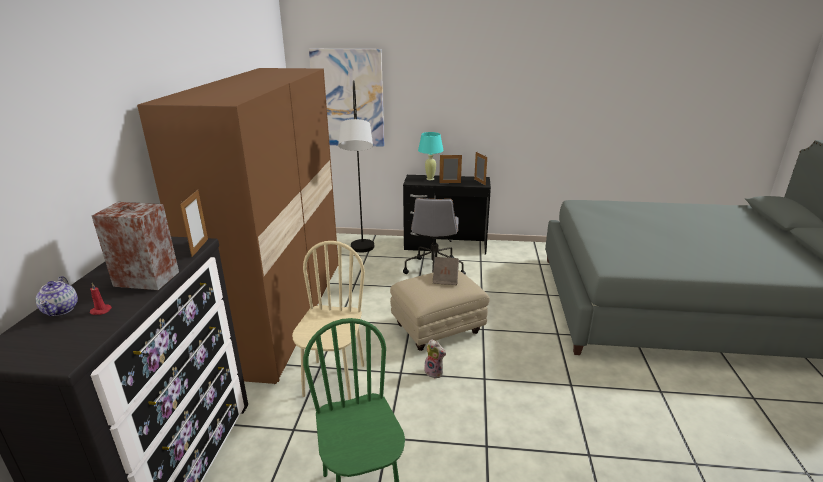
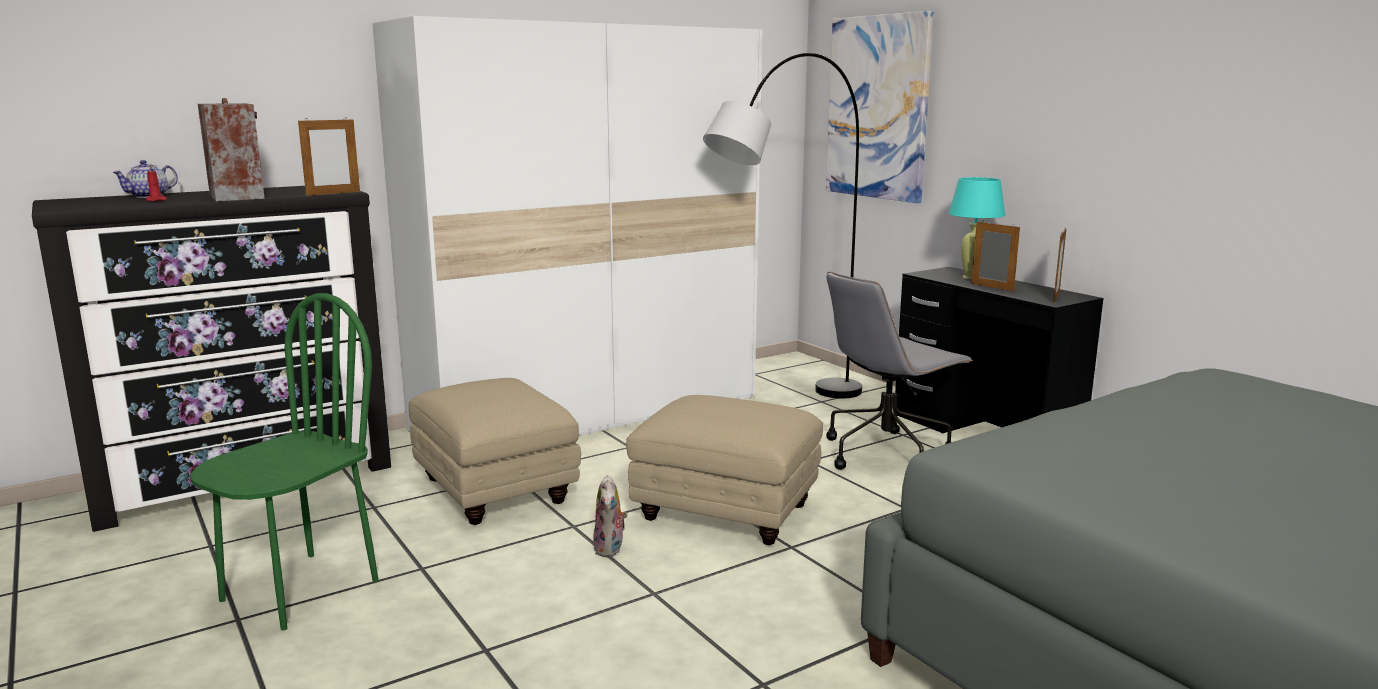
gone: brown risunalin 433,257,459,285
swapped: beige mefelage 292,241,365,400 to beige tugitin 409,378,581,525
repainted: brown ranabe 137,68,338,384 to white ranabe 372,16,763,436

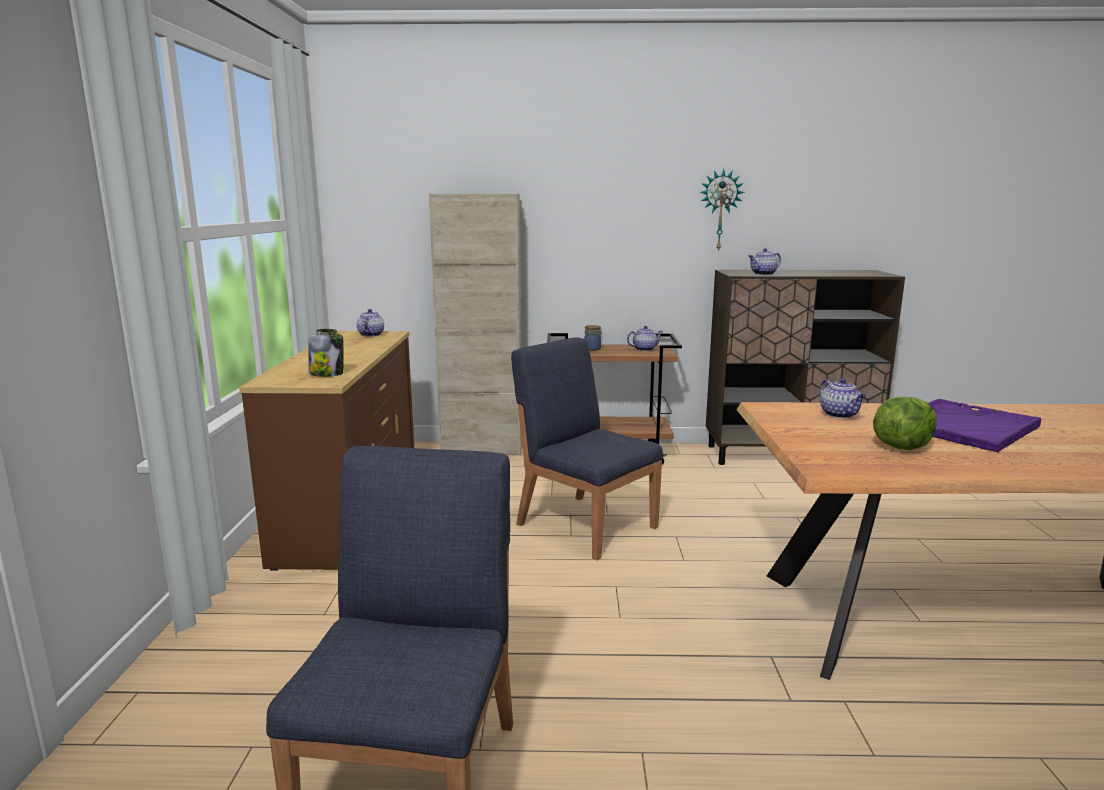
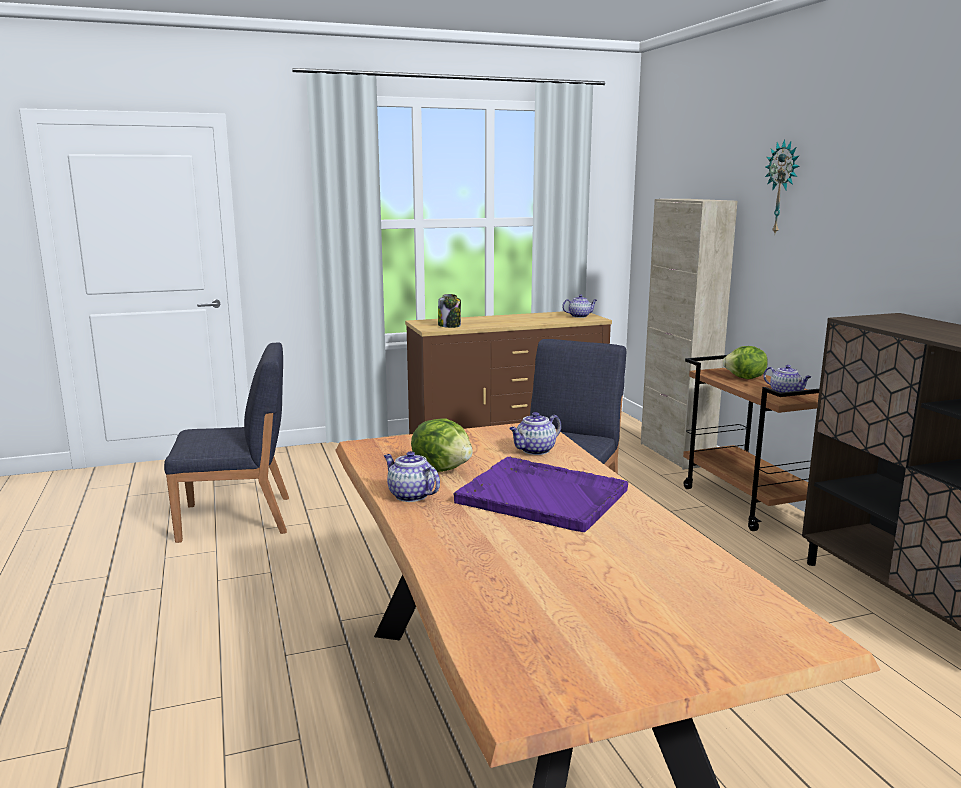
shifted: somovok 749,248,781,275 to 384,451,440,502; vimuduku 700,169,745,252 to 765,139,800,233
swapped: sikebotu 584,325,603,351 to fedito 723,346,768,379

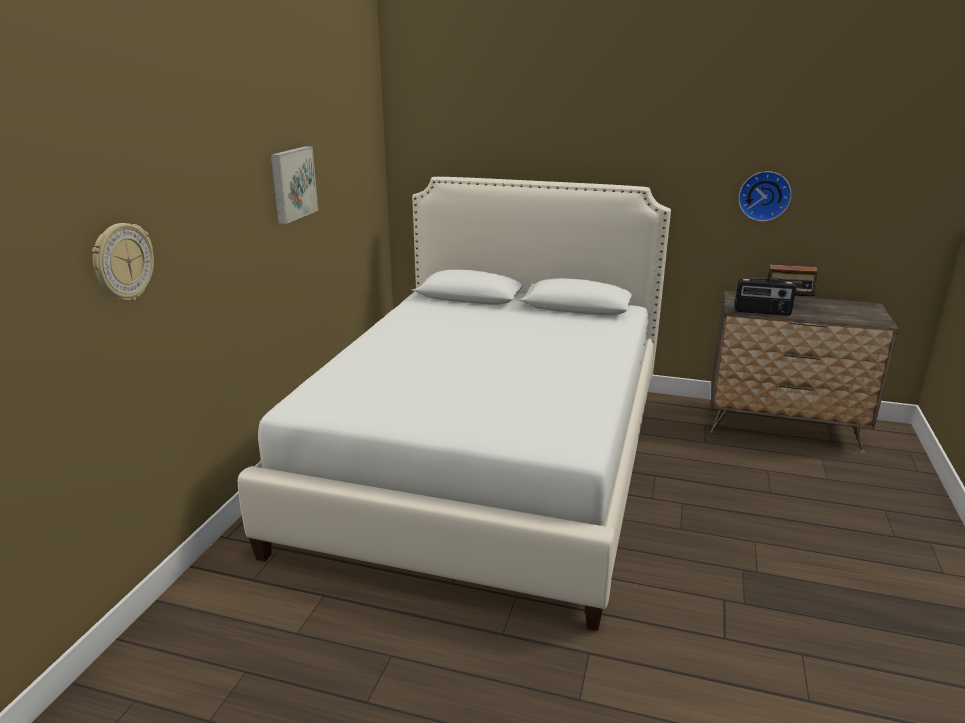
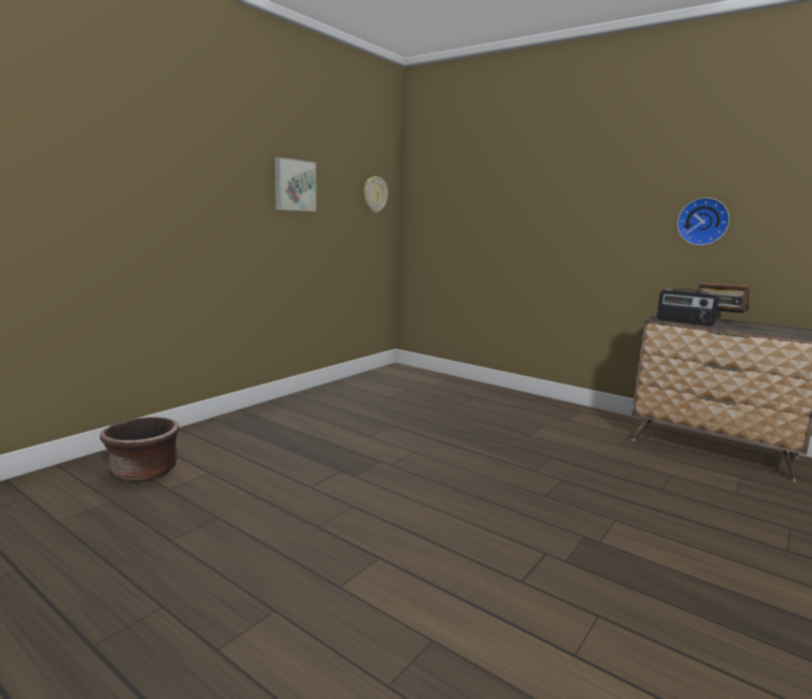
gone: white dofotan 238,177,671,631
new: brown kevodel 100,417,179,481
shifted: vimuduku 92,223,154,301 to 364,176,388,213

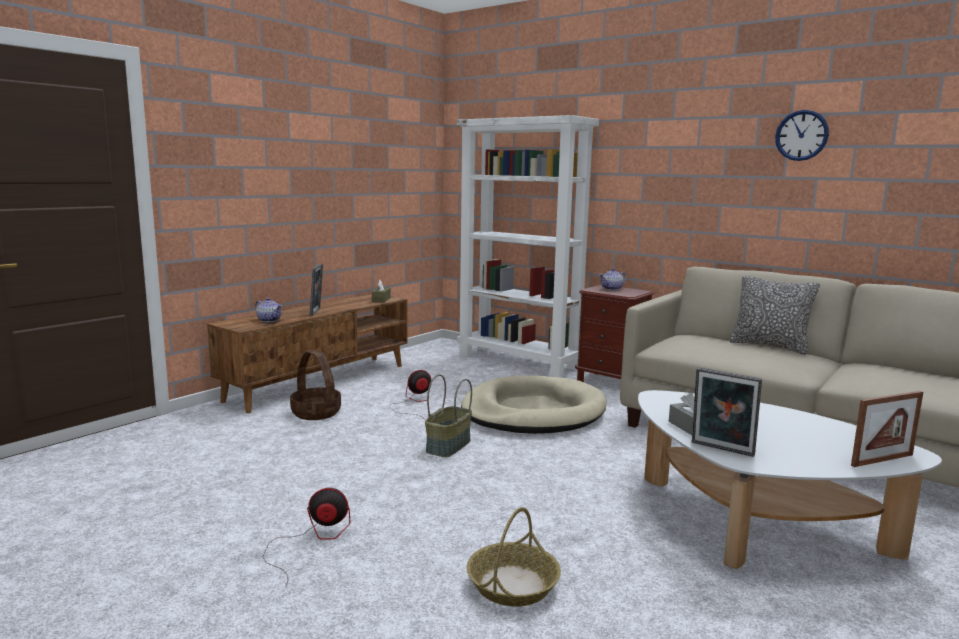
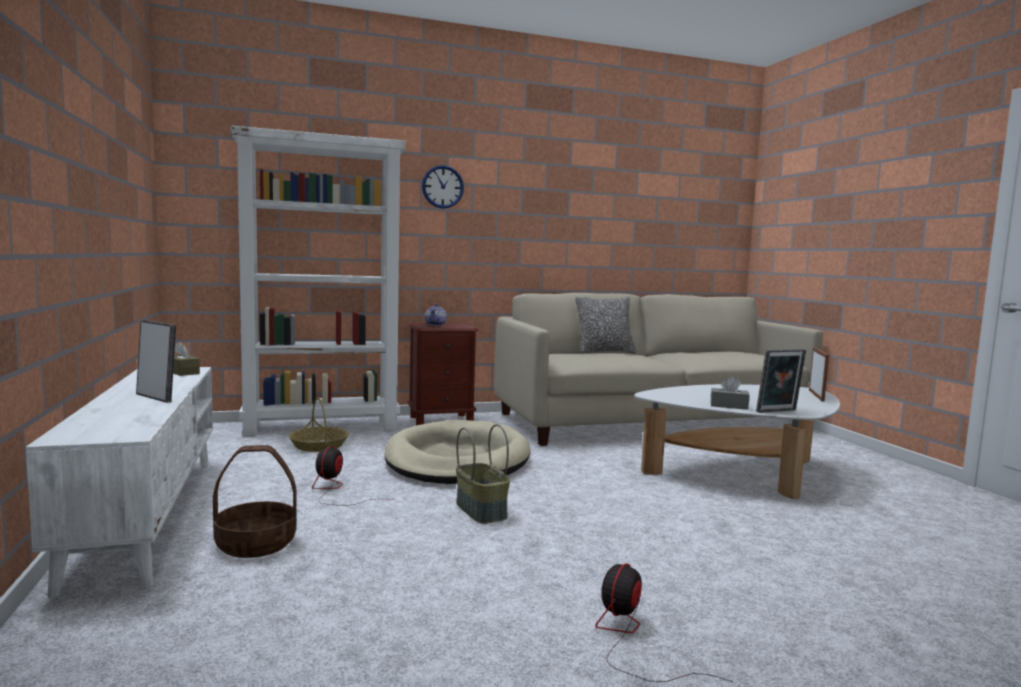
gone: somovok 255,298,282,322
shifted: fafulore 467,507,561,607 to 289,397,349,452; vimuduku 775,110,829,161 to 422,165,464,209
repainted: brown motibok 207,294,408,413 to white motibok 26,367,213,598

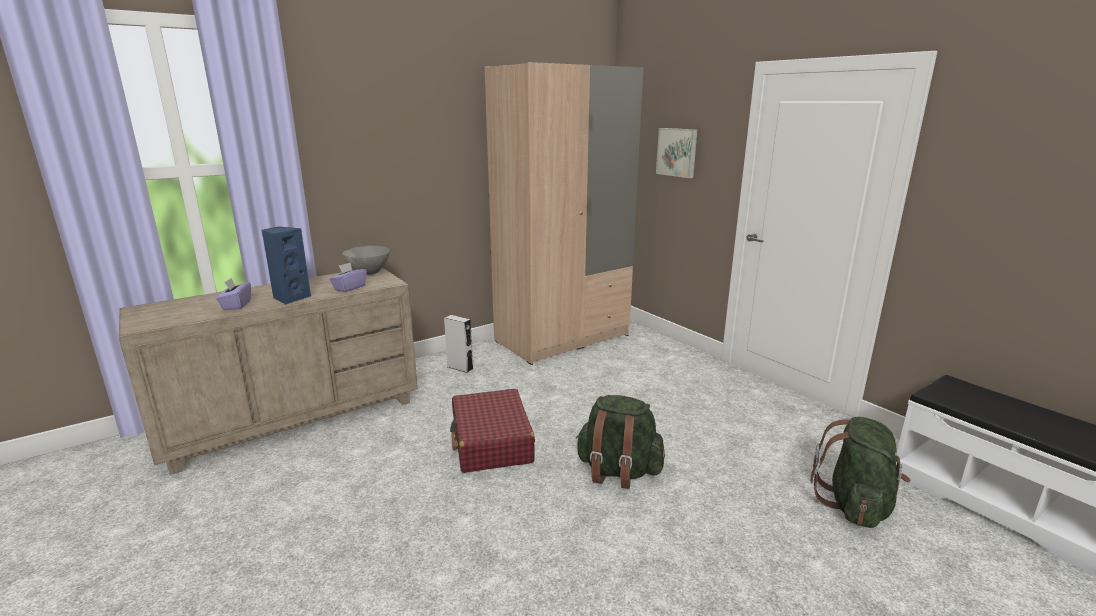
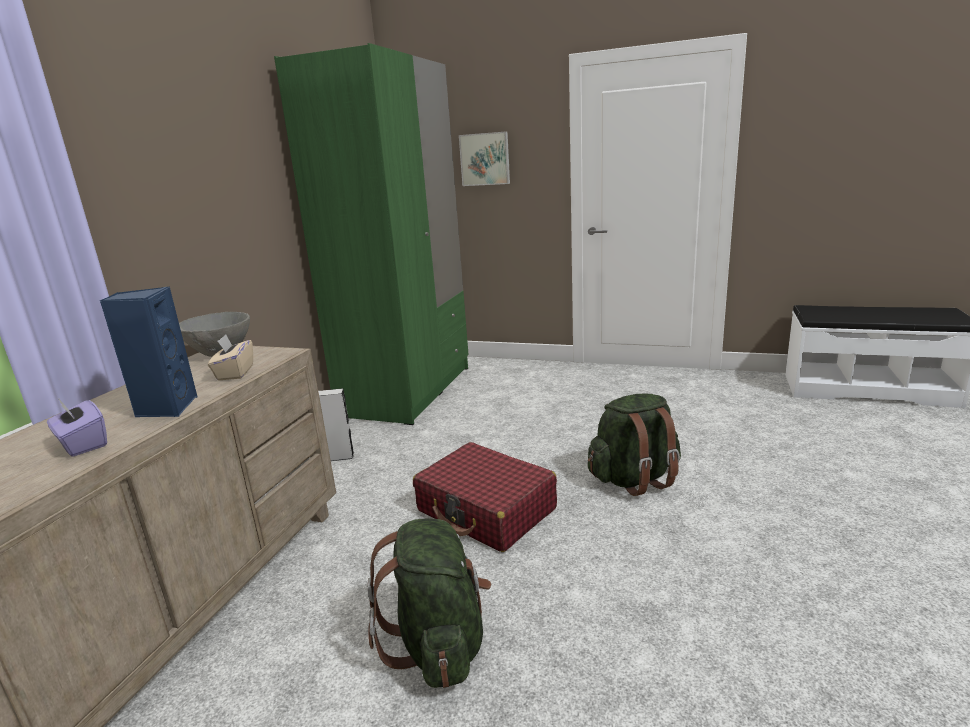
shifted: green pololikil 811,417,911,528 to 367,518,491,688
repainted: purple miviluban 329,263,367,292 to beige miviluban 208,334,253,380; beige ranabe 484,62,643,365 to green ranabe 274,43,469,425

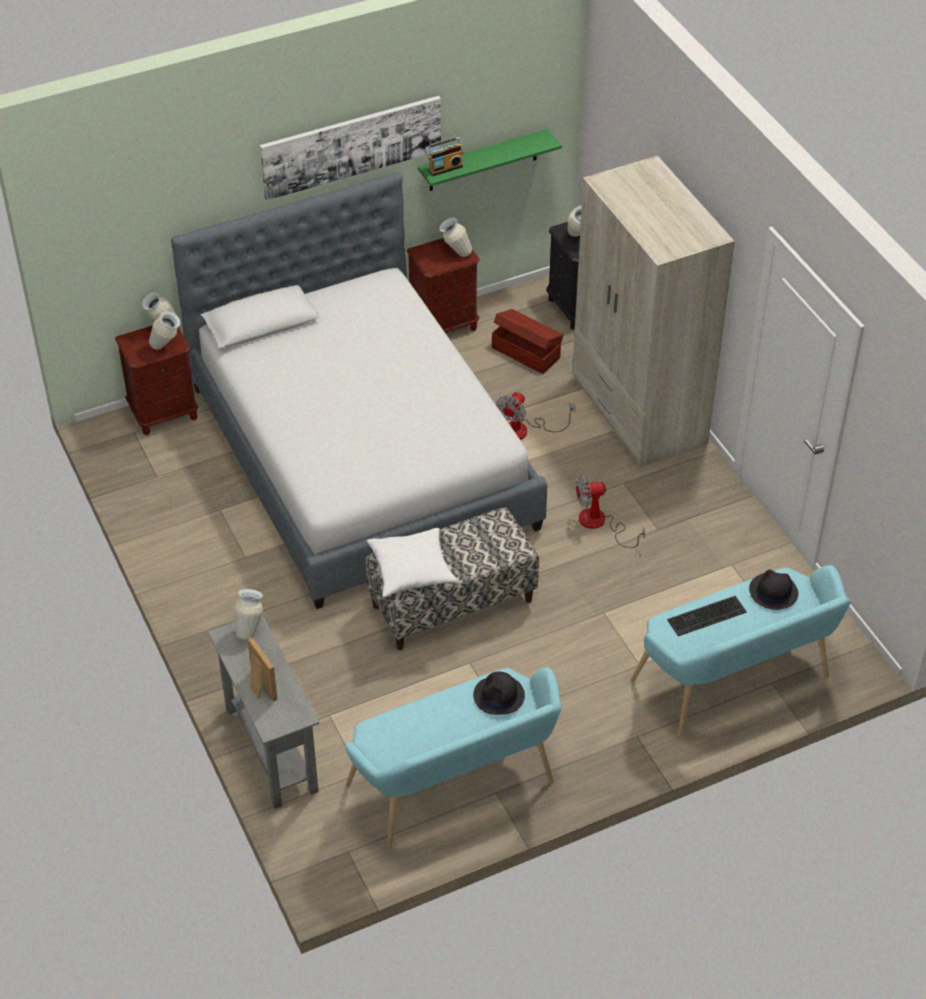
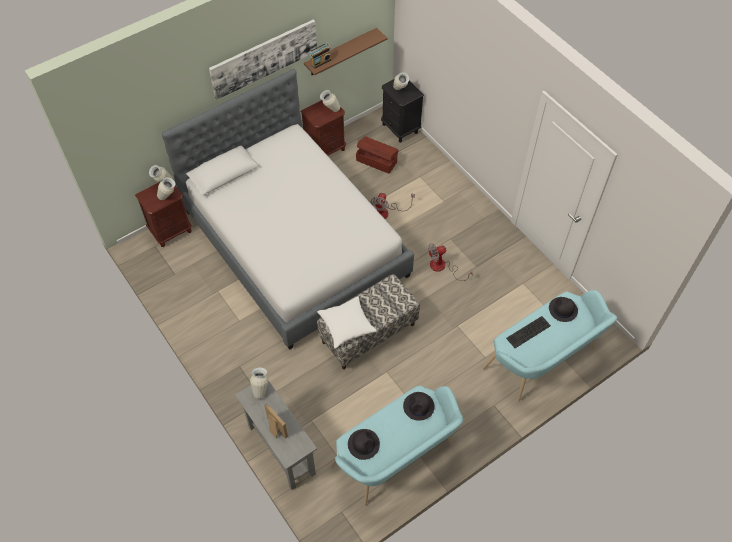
gone: beige ranabe 572,156,735,467
new: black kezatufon 348,429,380,460
repainted: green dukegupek 418,129,562,191 to brown dukegupek 304,28,388,75

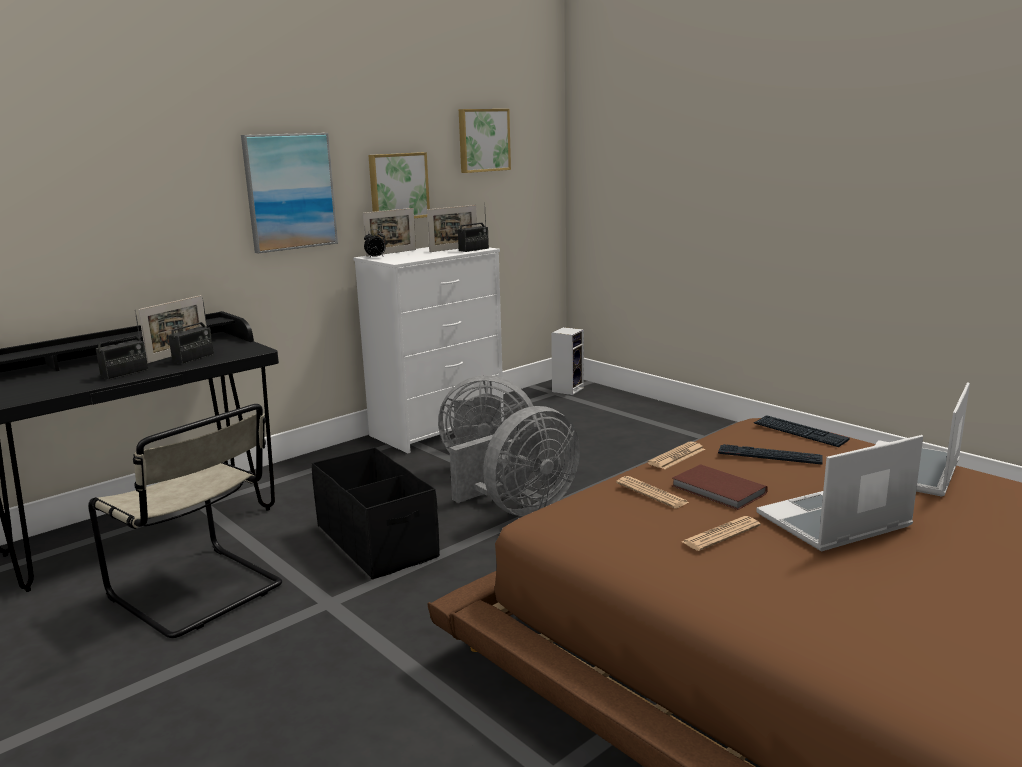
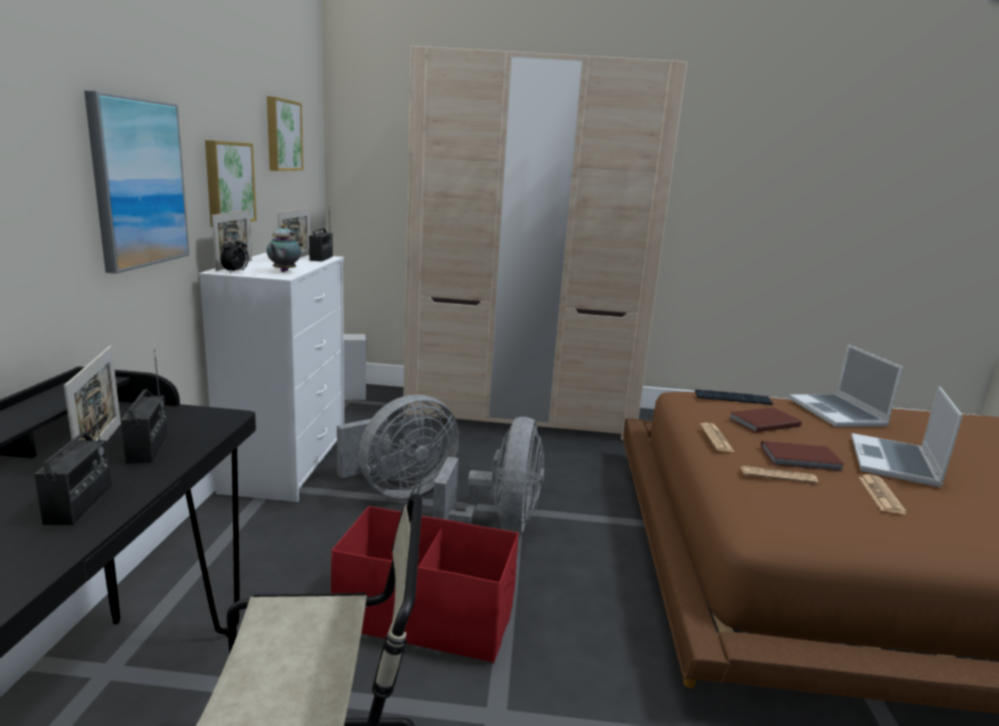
new: somovok 266,225,301,272; beige ranabe 403,46,687,440
swapped: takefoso 718,444,823,465 to brown risunalin 729,407,801,433
repainted: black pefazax 312,447,440,579 to red pefazax 331,506,519,663

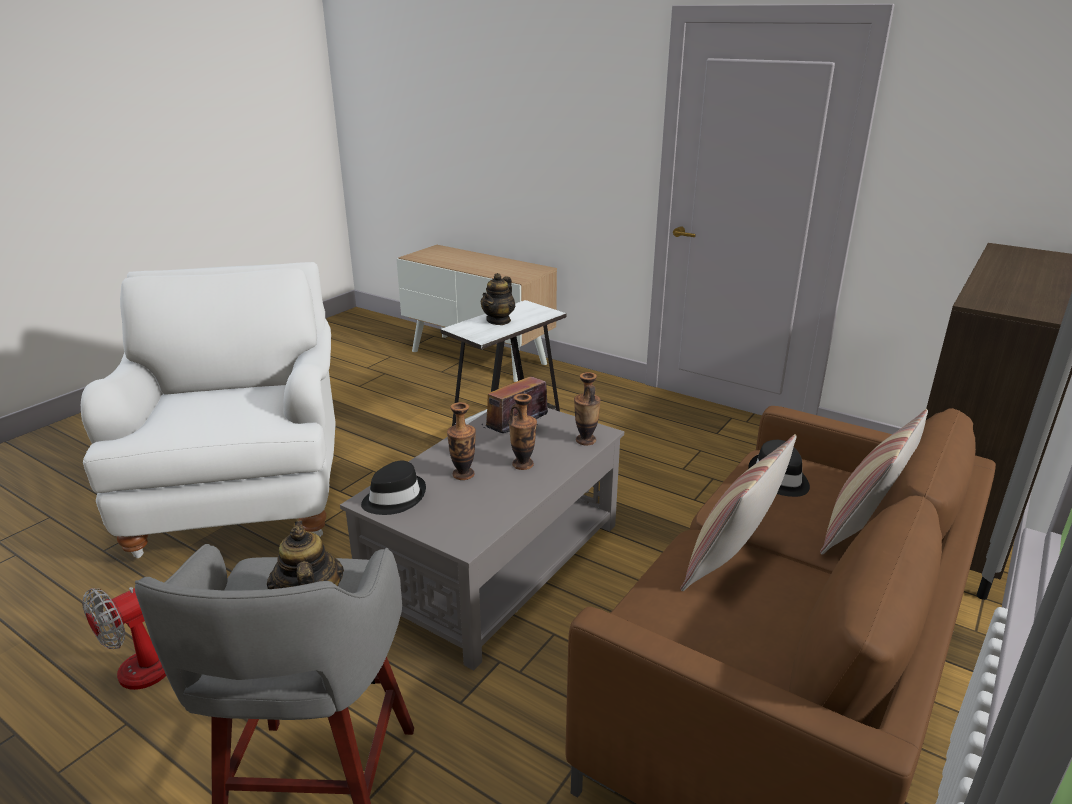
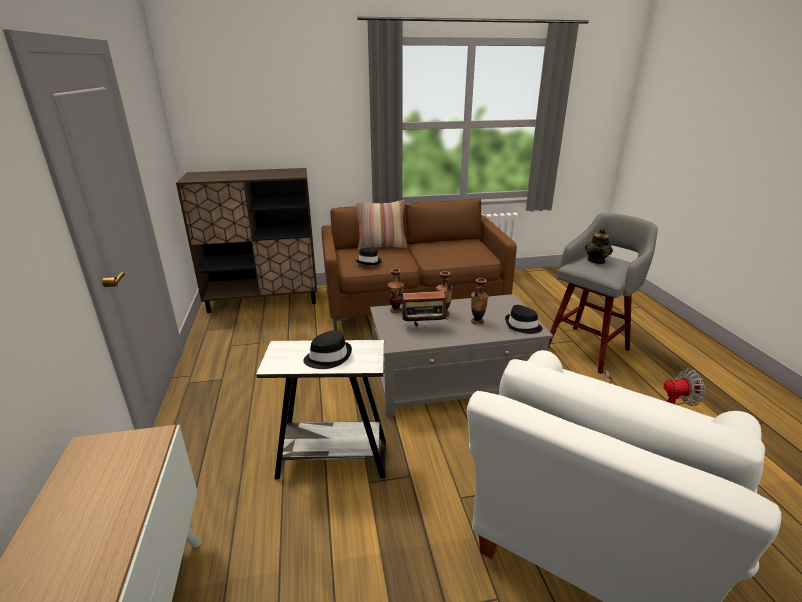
gone: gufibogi 680,434,797,591
swapped: somovok 481,273,515,325 to black kezatufon 303,330,352,369

